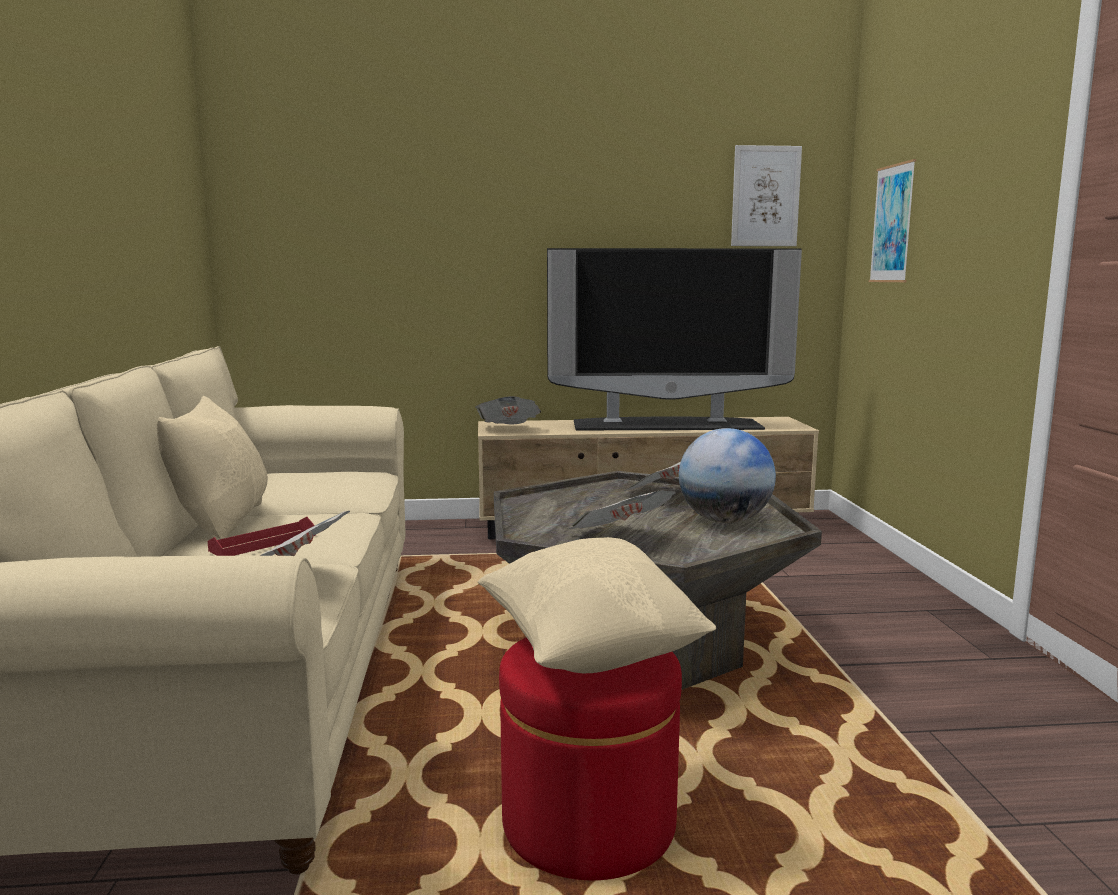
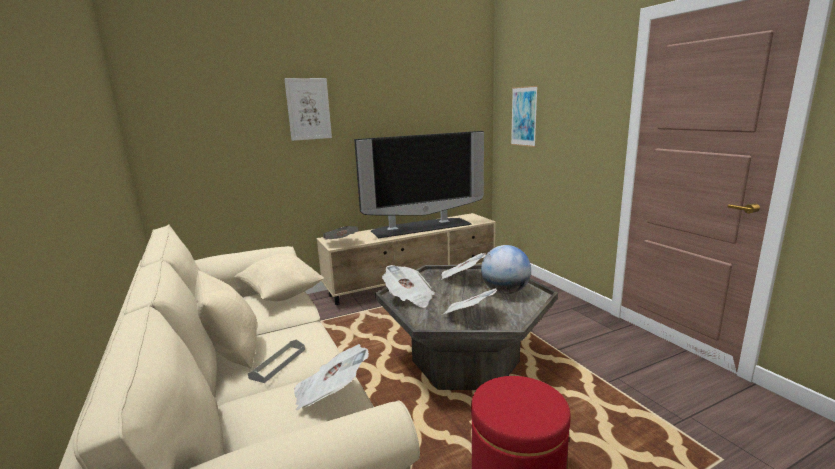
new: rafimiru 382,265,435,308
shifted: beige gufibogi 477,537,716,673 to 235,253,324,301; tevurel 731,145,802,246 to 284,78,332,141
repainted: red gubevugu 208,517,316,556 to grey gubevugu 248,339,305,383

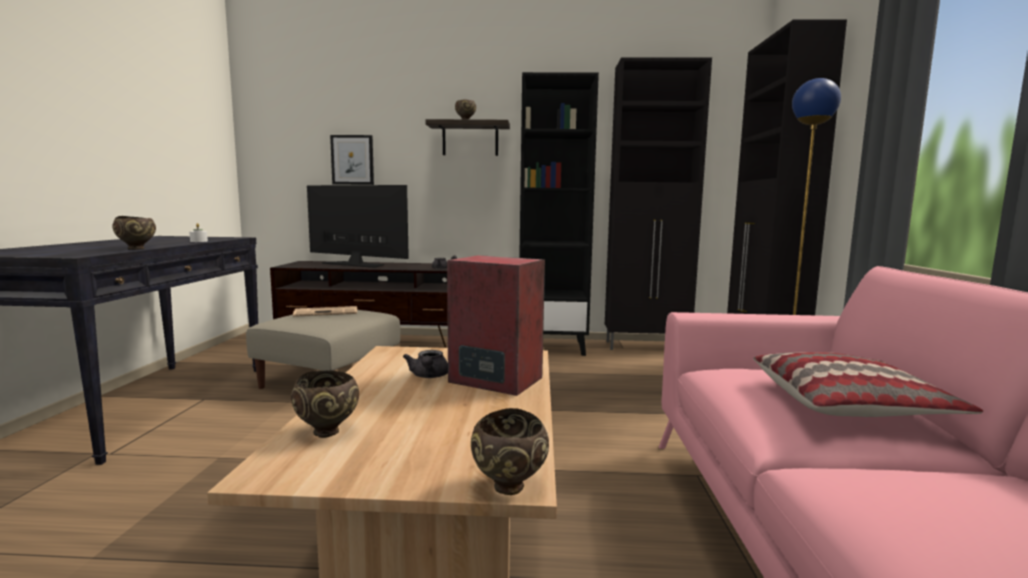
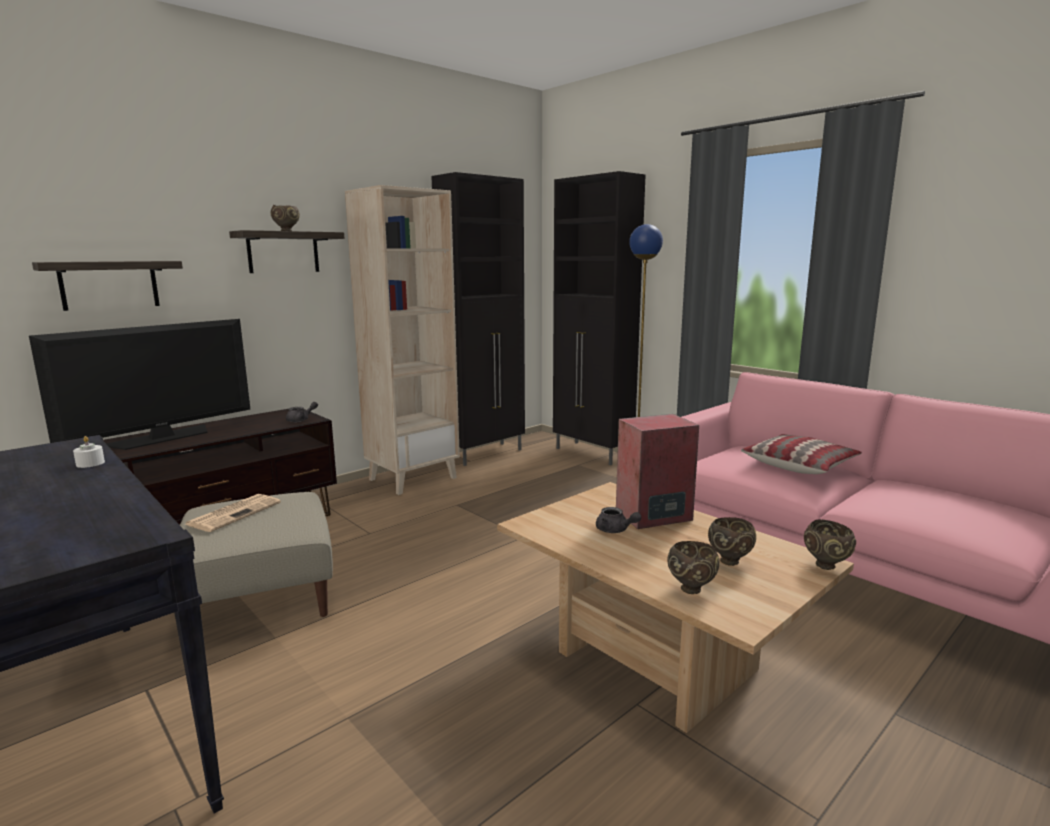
shifted: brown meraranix 112,216,156,250 to 708,517,756,566
swapped: tevurel 330,135,374,185 to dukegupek 32,261,183,311
repainted: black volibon 519,72,599,356 to beige volibon 345,185,460,495
rotated: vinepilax 307,185,409,268 = 29,319,250,450 150 degrees clockwise

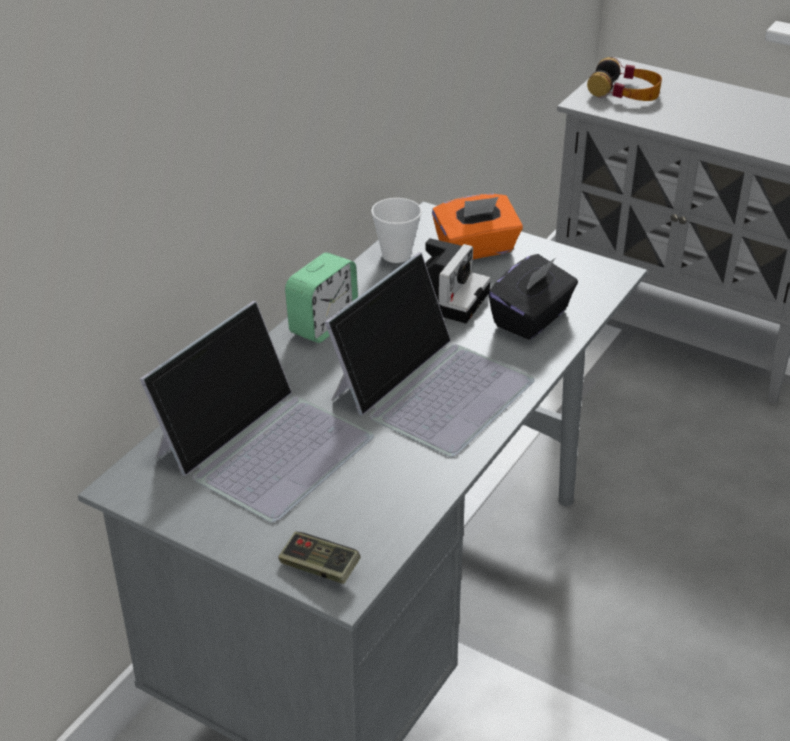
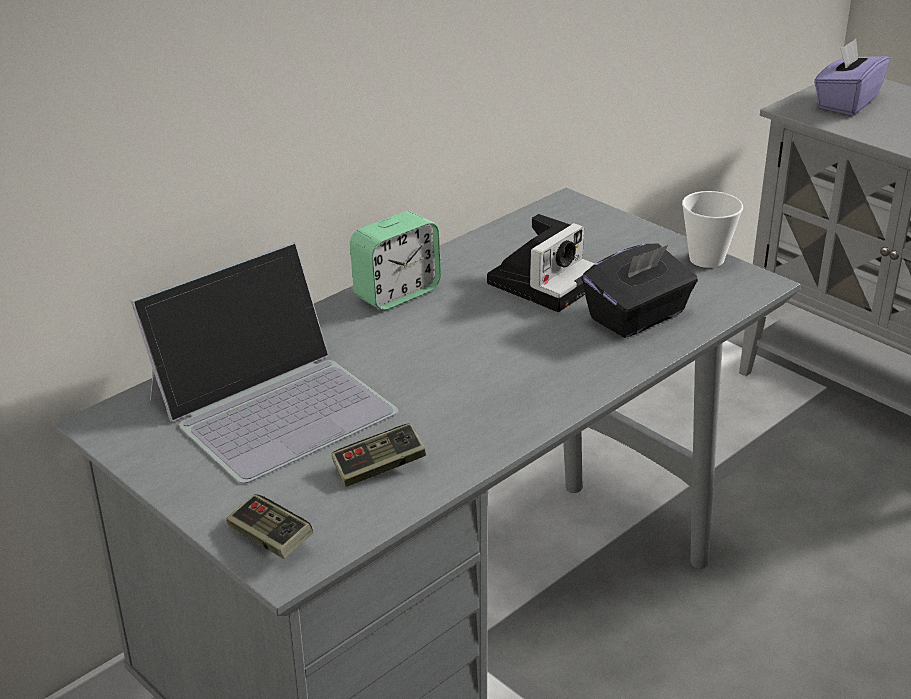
gone: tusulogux 325,252,535,457; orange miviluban 432,194,523,259
new: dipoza 332,423,426,487
shifted: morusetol 371,198,422,263 to 682,191,743,268
swapped: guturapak 587,57,662,101 to purple miviluban 814,39,890,115

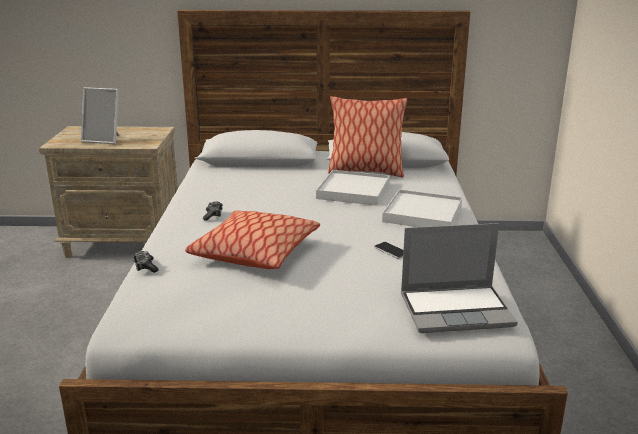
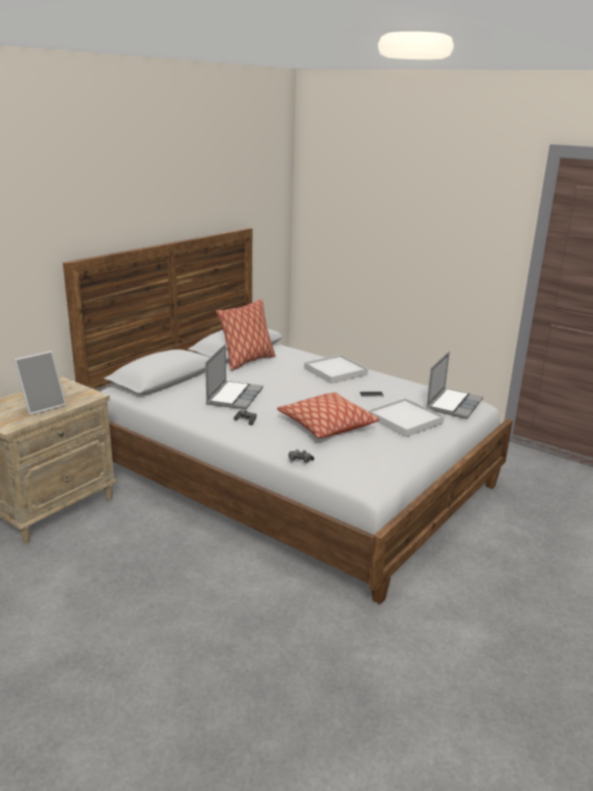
new: tusulogux 205,344,263,410
shifted: white gubevugu 316,170,390,206 to 368,398,444,437

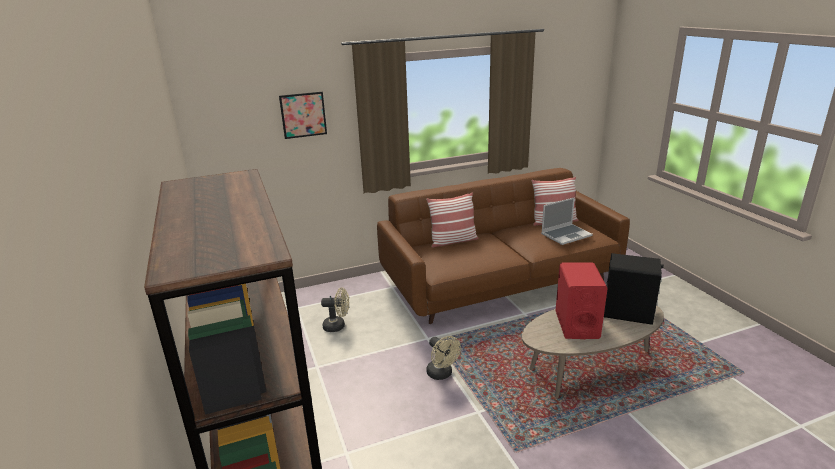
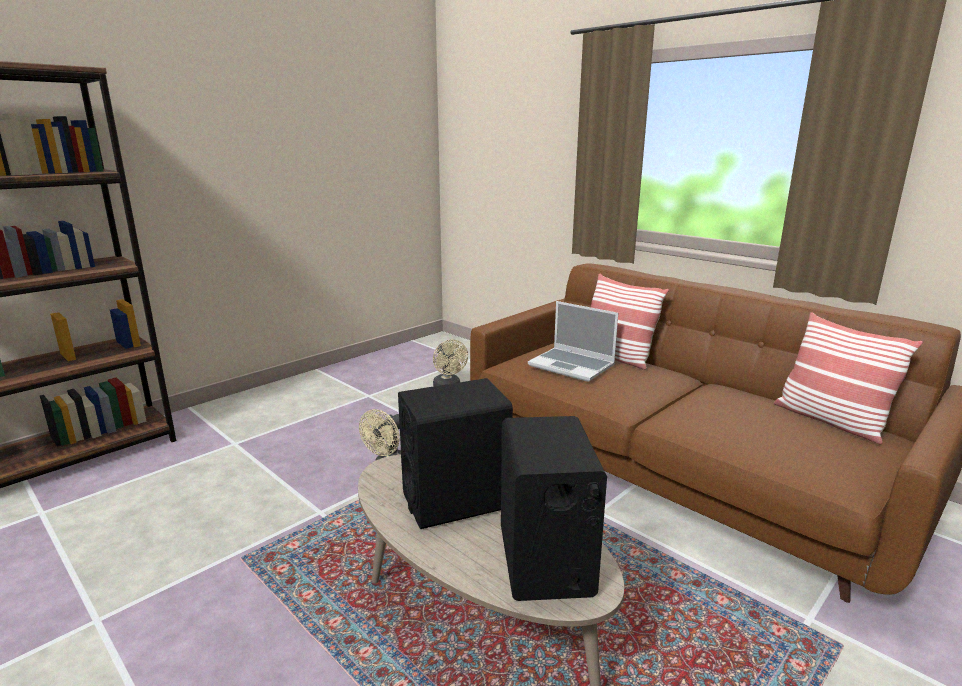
gone: tevurel 279,92,327,139
shifted: tusulogux 541,197,593,245 to 528,301,618,382
repainted: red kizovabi 555,263,608,339 to black kizovabi 398,378,513,529

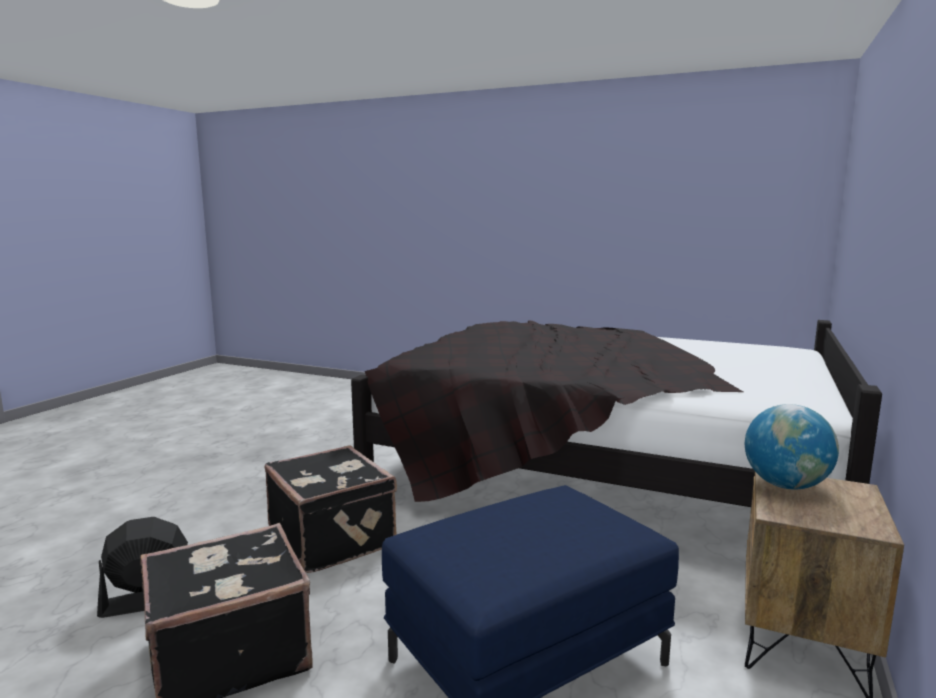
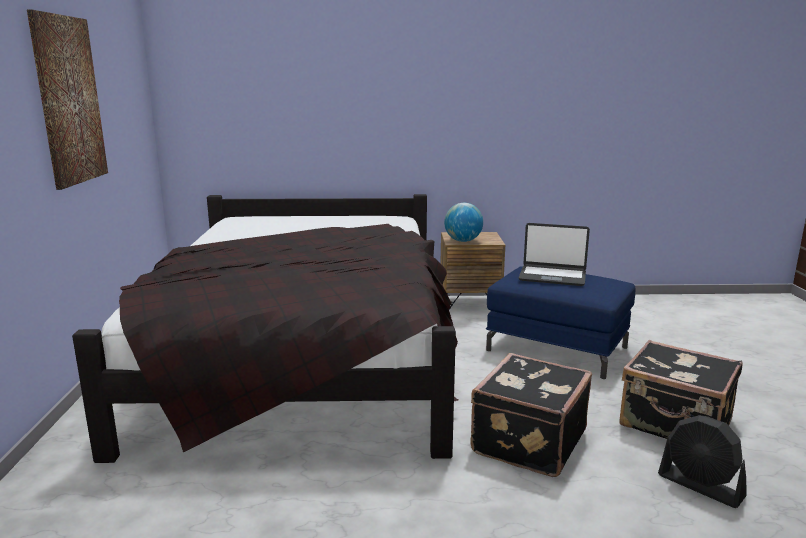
new: tevurel 27,9,108,190; tusulogux 518,223,590,286

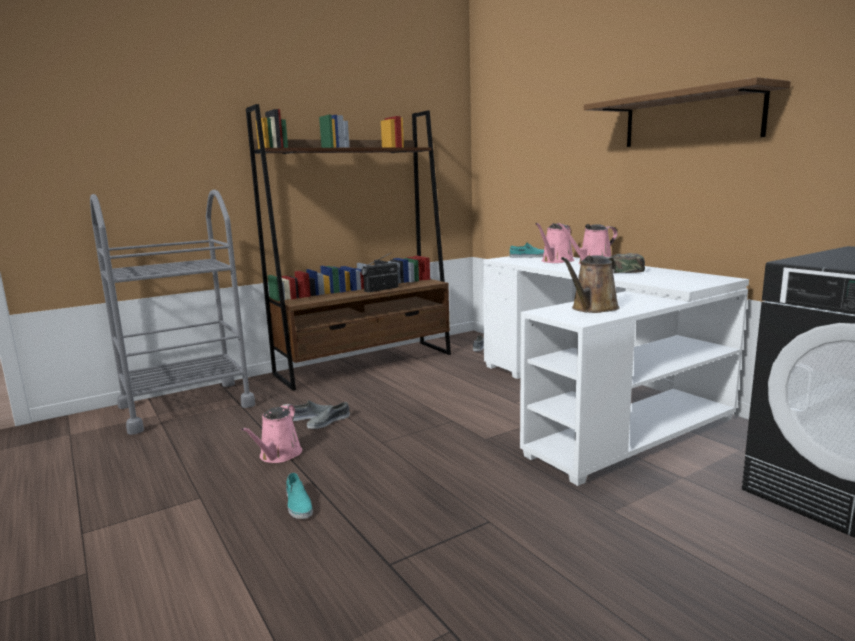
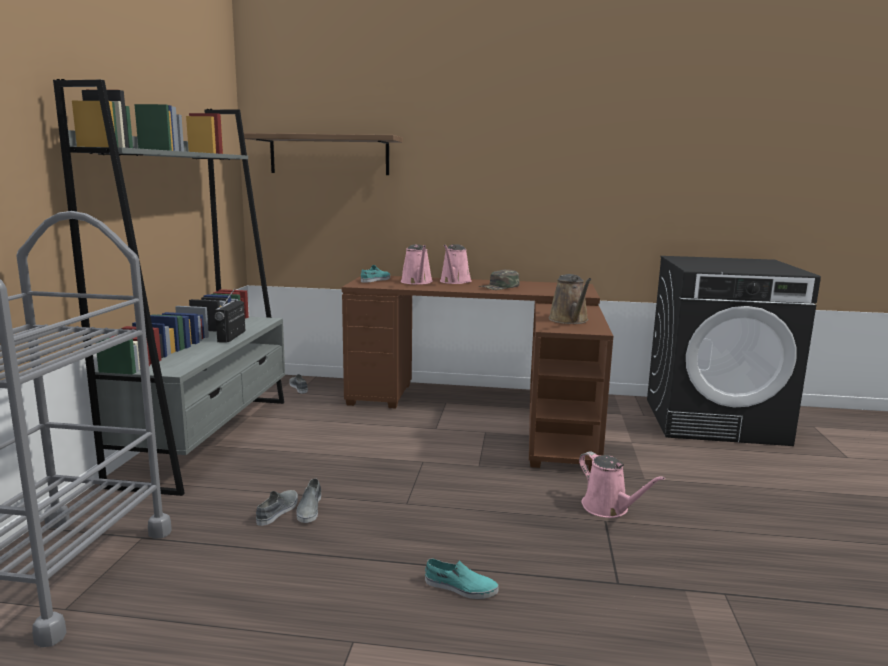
shifted: dukegupek 584,77,791,147 to 244,133,403,175; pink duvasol 241,404,302,463 to 579,452,665,518
repainted: brown volibon 246,104,451,391 to grey volibon 53,79,285,496; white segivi 483,256,749,486 to brown segivi 342,276,613,472

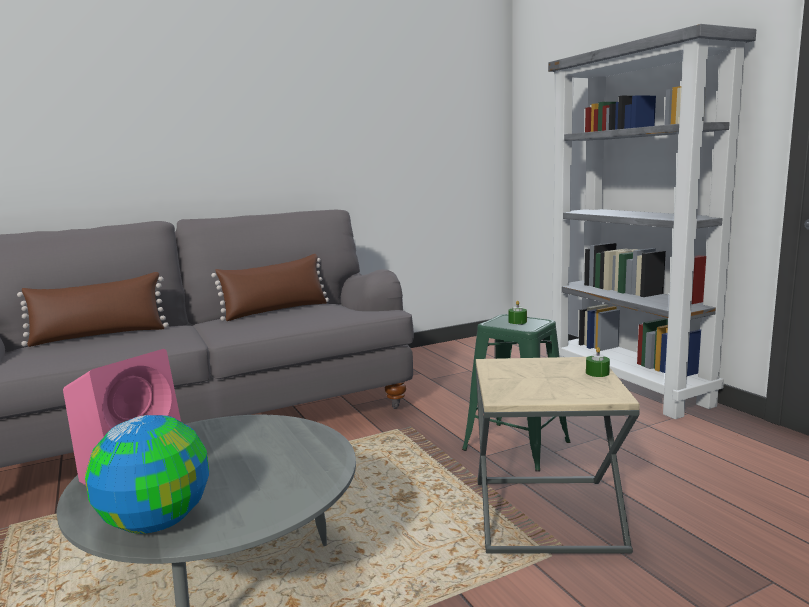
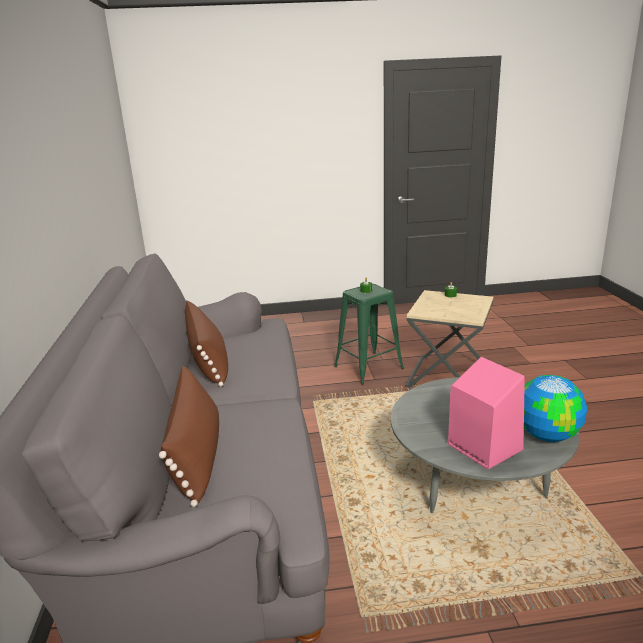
gone: grey volibon 548,24,757,419

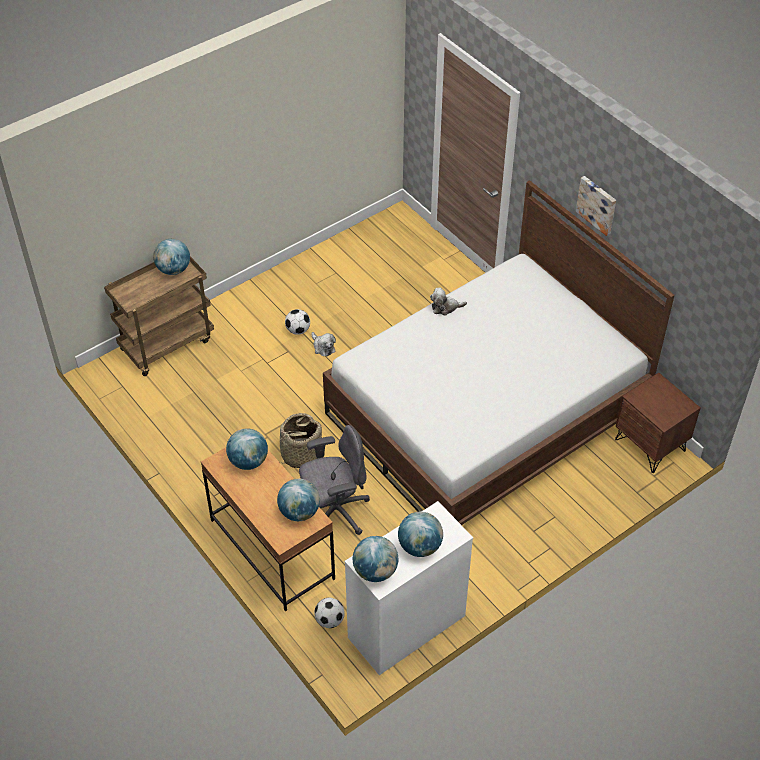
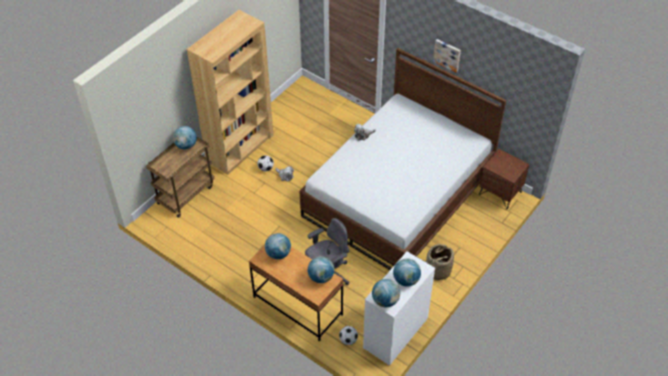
new: brown volibon 187,10,274,175
shifted: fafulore 278,413,322,468 to 426,244,454,280

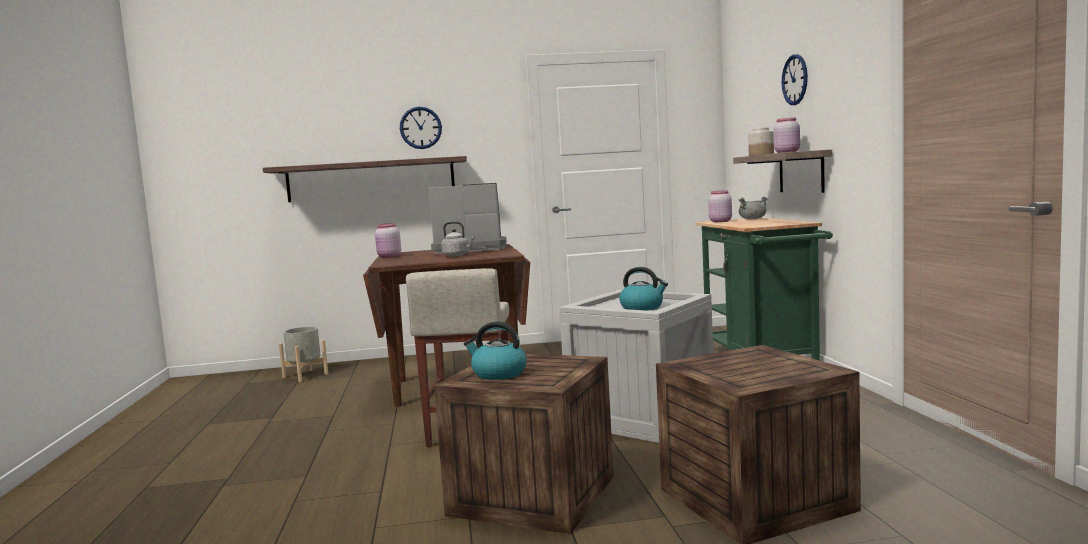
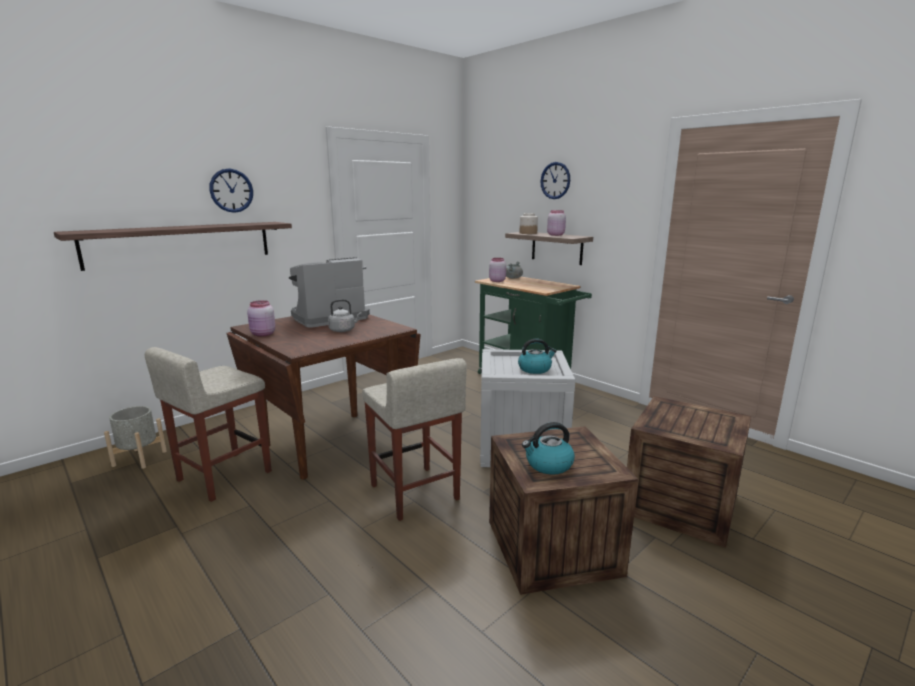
new: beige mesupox 144,347,272,502

